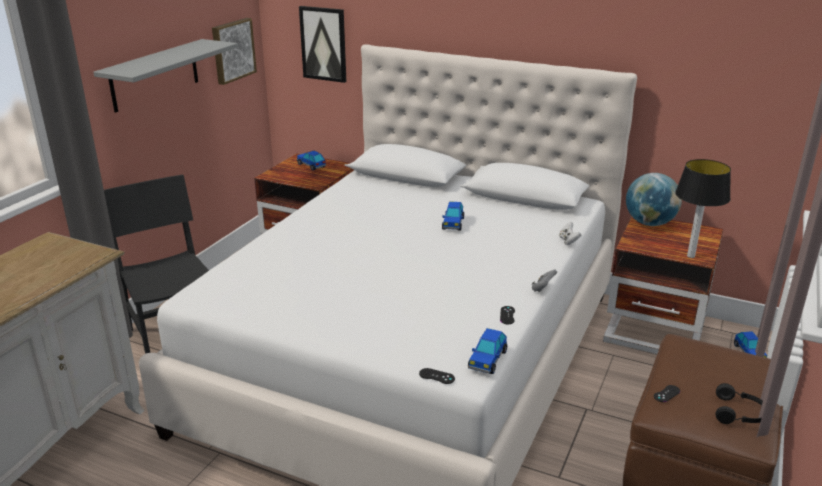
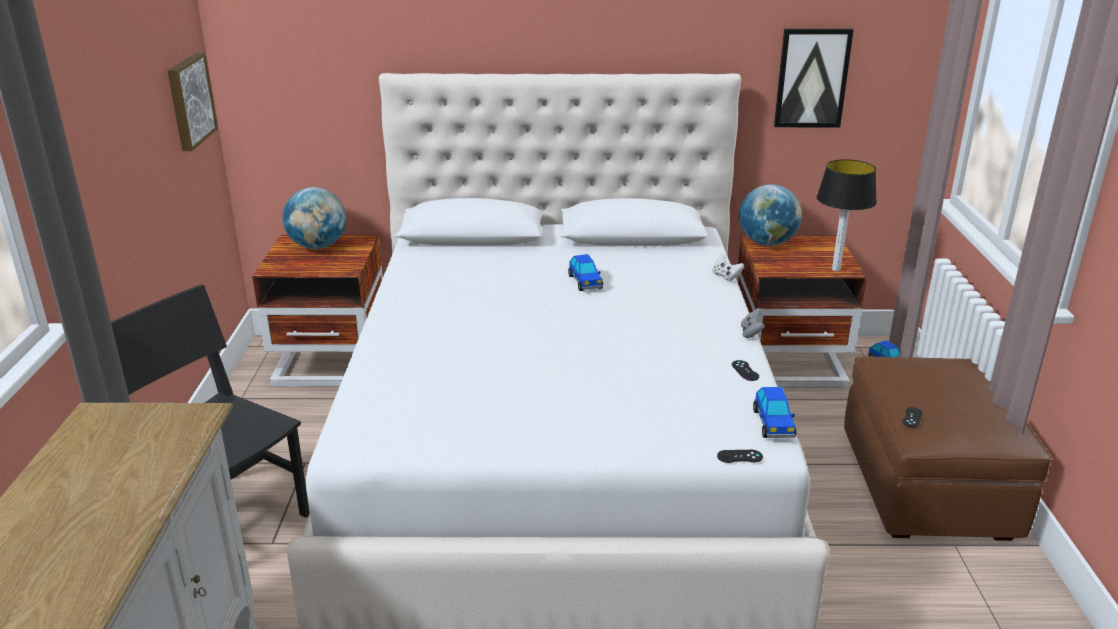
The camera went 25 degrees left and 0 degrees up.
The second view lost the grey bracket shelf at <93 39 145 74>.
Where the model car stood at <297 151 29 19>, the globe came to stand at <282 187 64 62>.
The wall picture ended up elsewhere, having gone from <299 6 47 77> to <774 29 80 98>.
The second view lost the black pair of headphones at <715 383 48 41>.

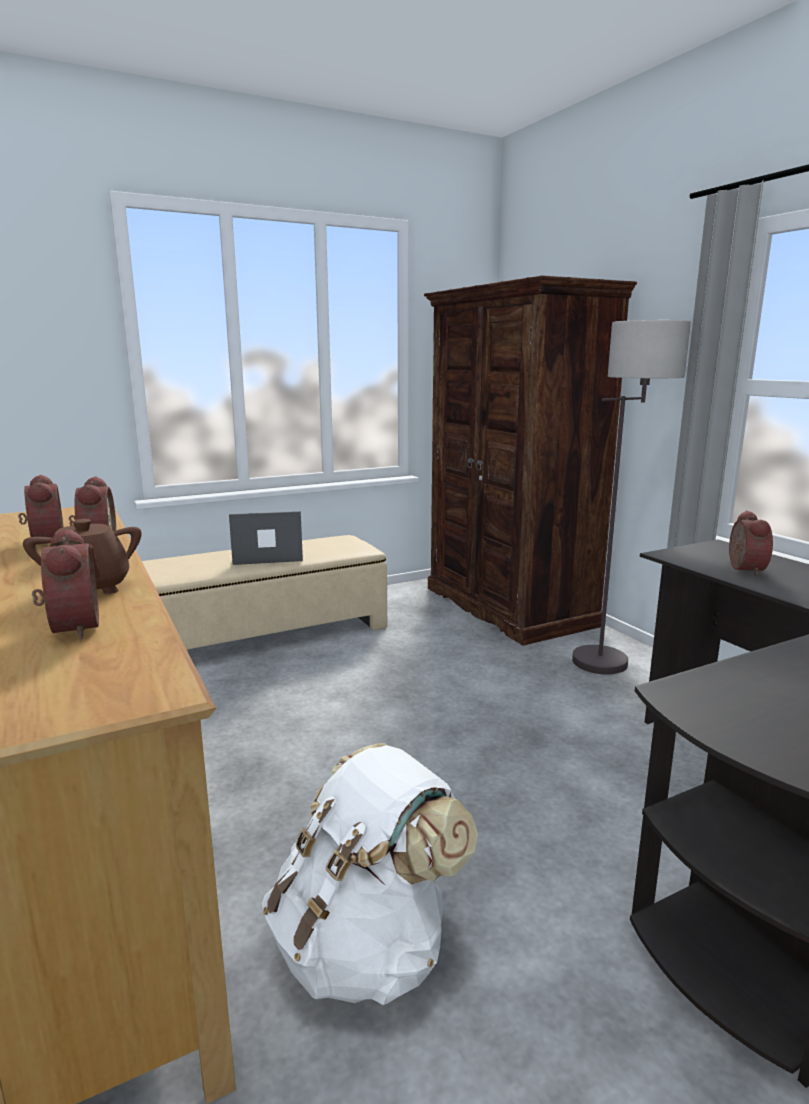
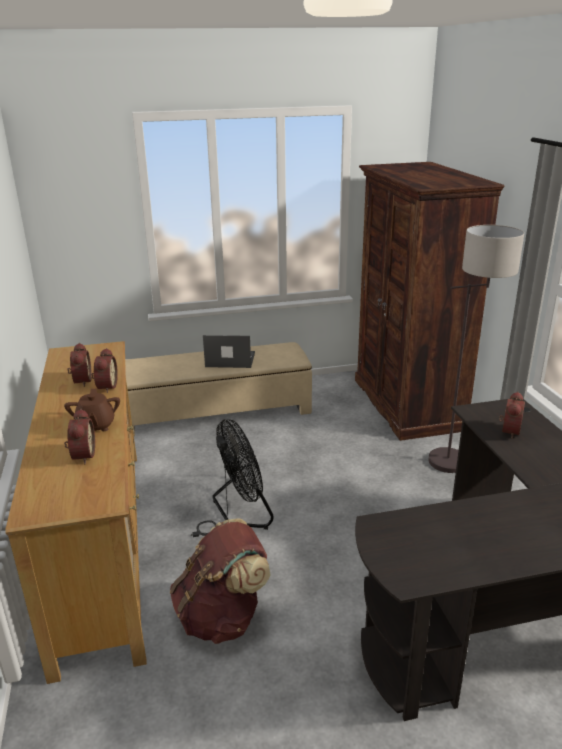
The camera went 15 degrees right and 10 degrees up.
What was the white knapsack at <262 743 216 262> turned into the brownish knapsack at <170 519 101 125>.
The second view gained the black cooling fan at <191 419 83 118>.

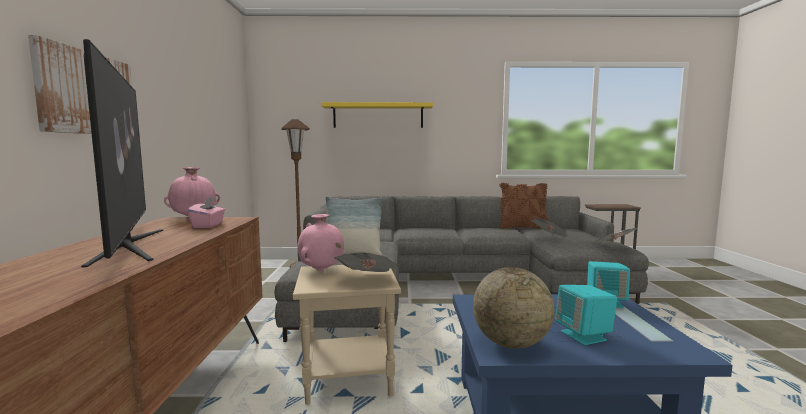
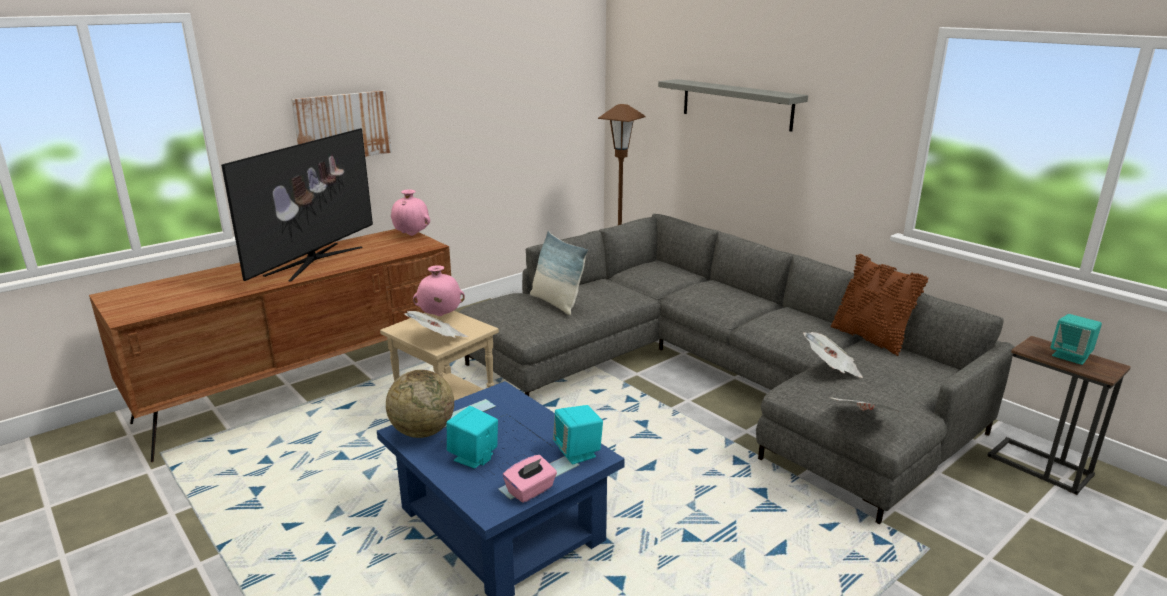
The camera went 50 degrees right and 15 degrees up.
The pink-coloured tissue box ended up elsewhere, having gone from <188 197 37 31> to <503 455 54 48>.
What was the yellow bracket shelf at <321 102 112 26> turned into the grey bracket shelf at <658 79 150 53>.
The second view gained the turquoise-coloured loudspeaker at <1051 314 51 51>.

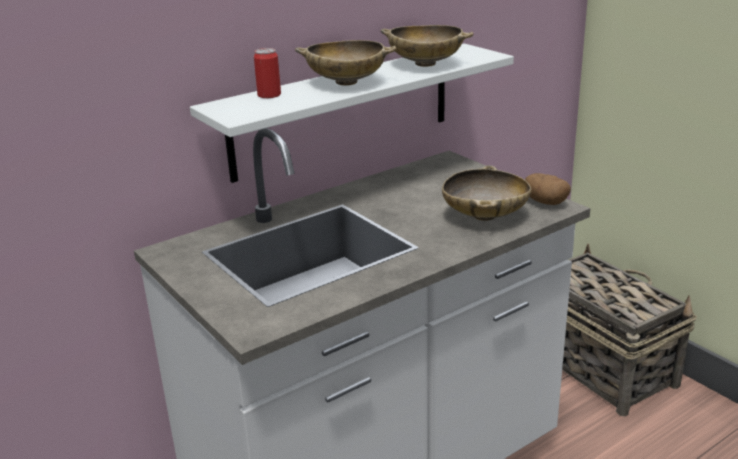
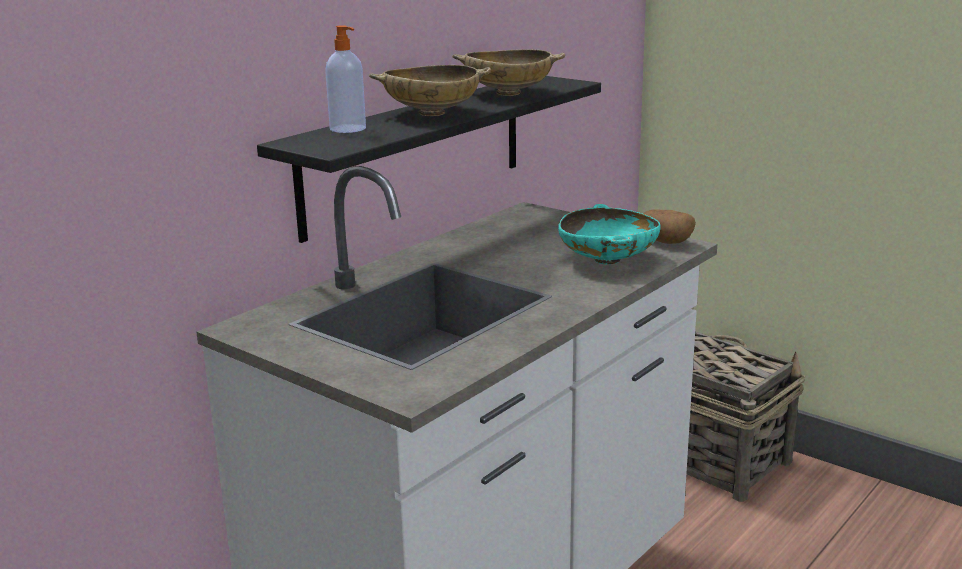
The camera went 15 degrees left and 5 degrees down.
What was the white bracket shelf at <190 43 324 140> turned into the black bracket shelf at <257 76 344 167>.
Where the sealed can stood at <254 48 27 50>, the soap dispenser came to stand at <325 25 41 108>.
What was the beige-coloured serving bowl at <442 165 89 56> turned into the turquoise-coloured serving bowl at <558 204 103 61>.

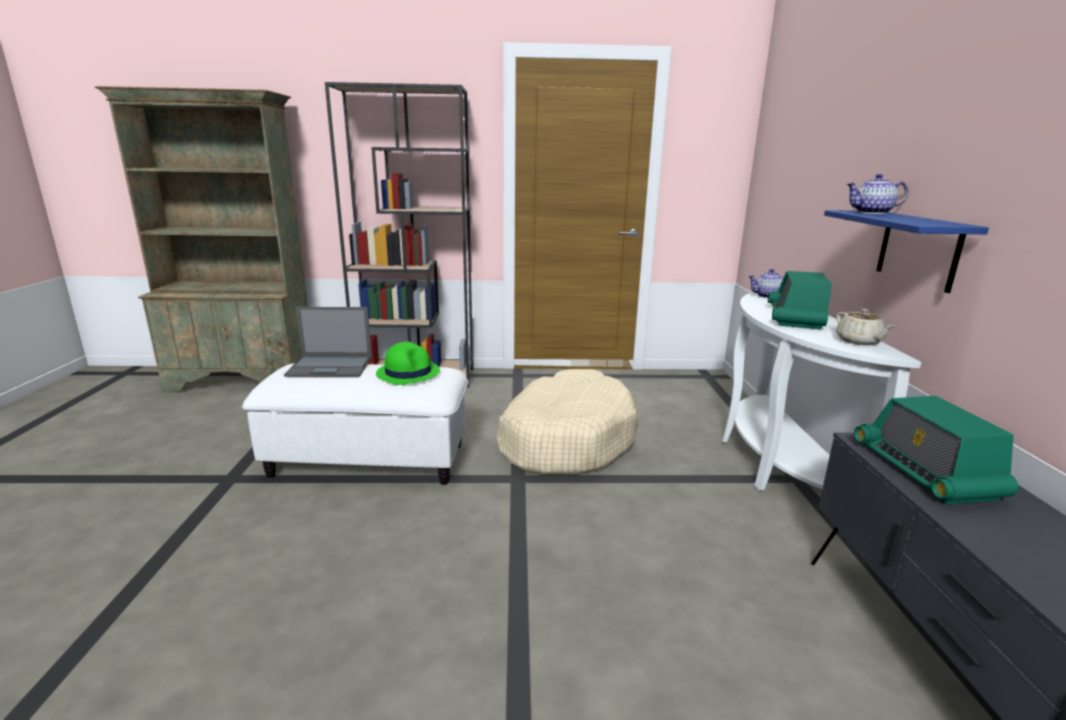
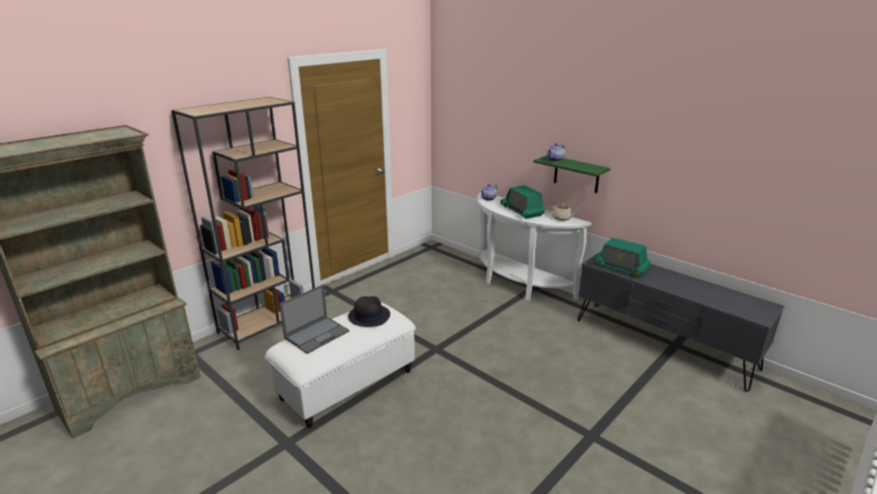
The camera went 45 degrees left and 5 degrees up.
What was the greenish hat at <376 341 64 44> turned into the black hat at <348 296 42 31>.
The second view lost the beige-coloured dog cushion at <496 369 142 105>.
What was the blue bracket shelf at <824 210 165 83> turned into the greenish bracket shelf at <533 155 77 38>.

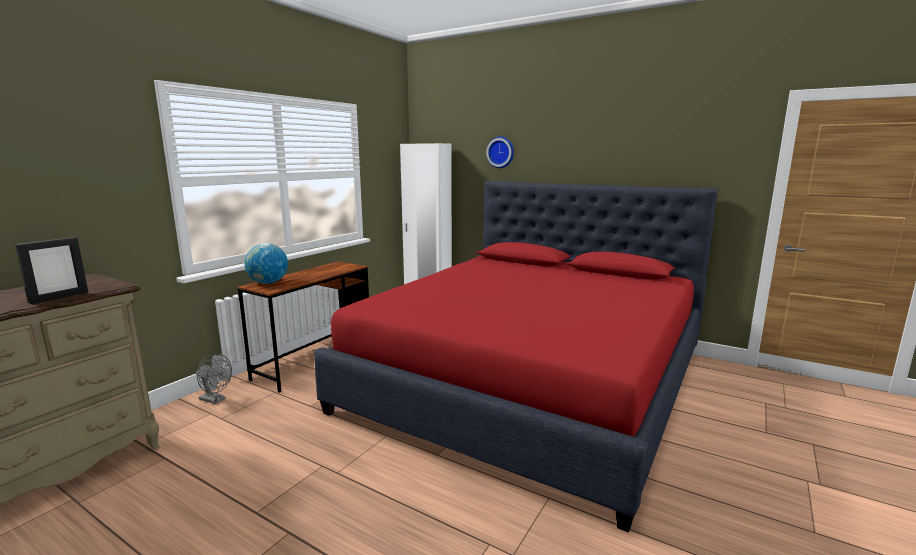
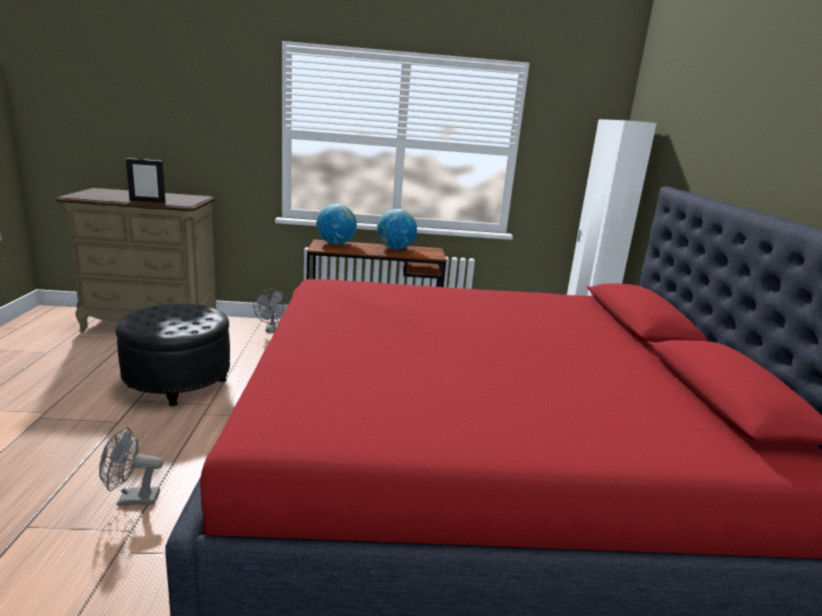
The camera went 55 degrees right and 5 degrees up.
The second view lost the wall clock at <486 137 28 31>.
The second view gained the grey cooling fan at <99 427 64 79>.
The second view gained the black ottoman at <115 304 115 102>.
The second view gained the globe at <377 209 40 41>.

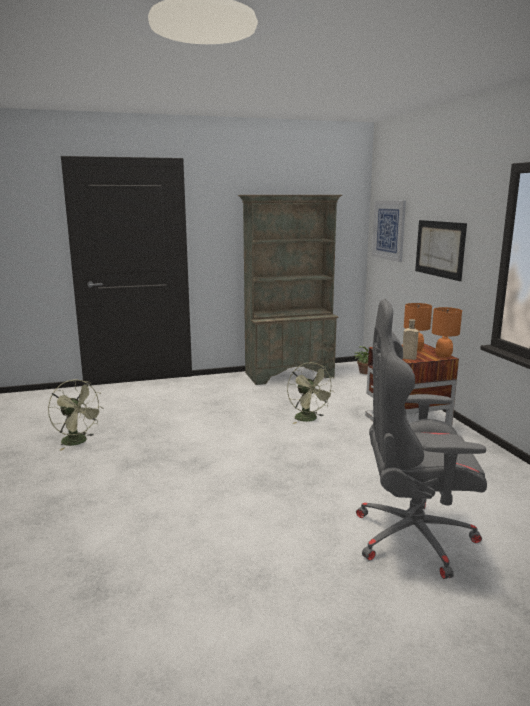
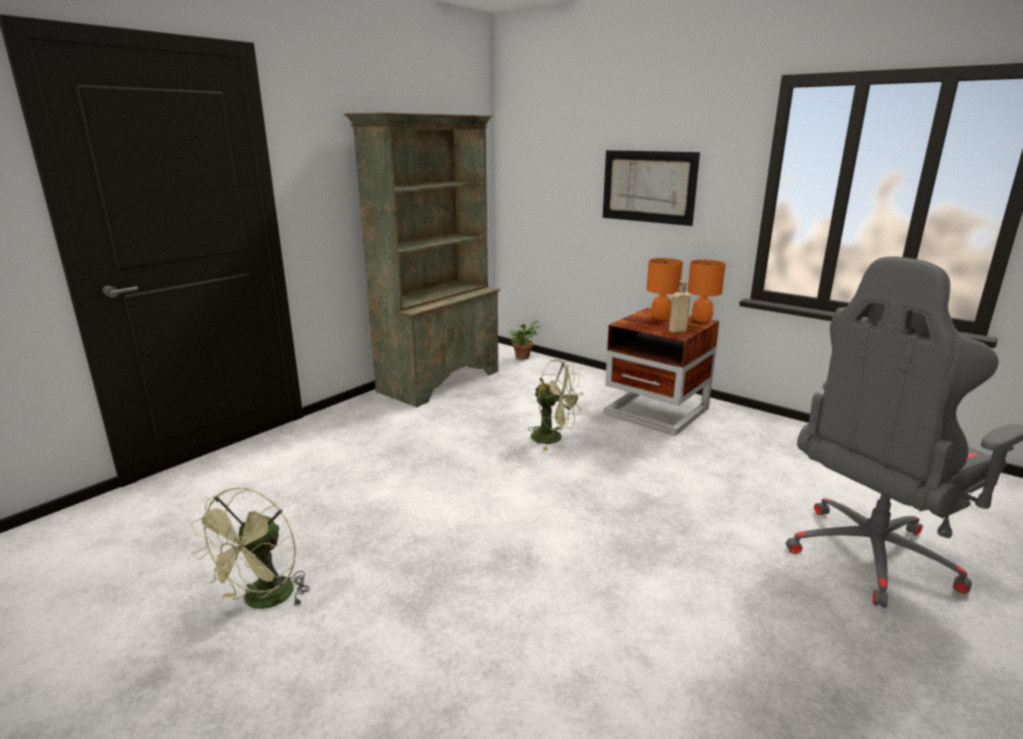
The camera went 35 degrees left and 5 degrees up.
The greenish cooling fan at <48 380 56 71> ended up facing another way, 105 degrees clockwise from before.
The second view lost the wall picture at <372 200 34 62>.

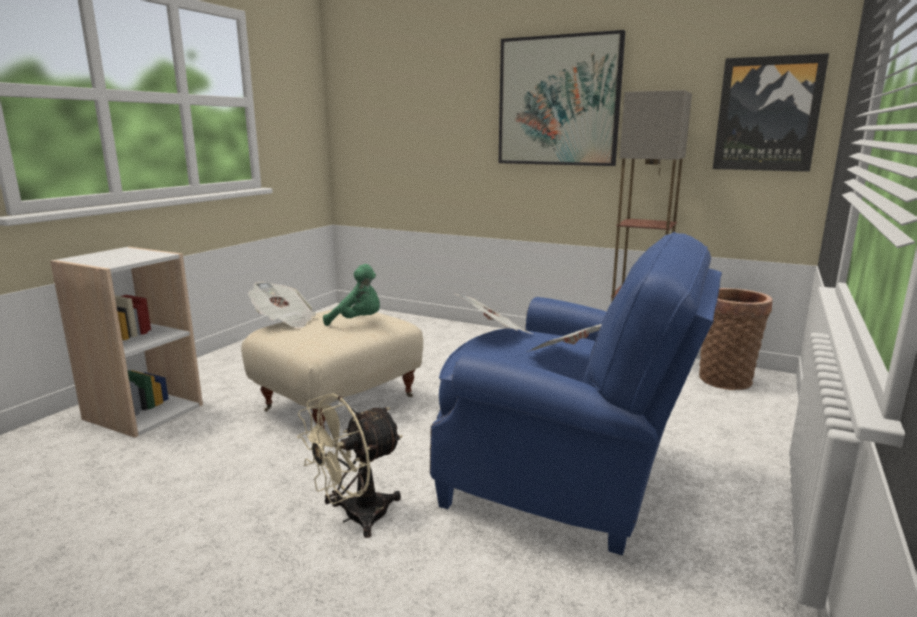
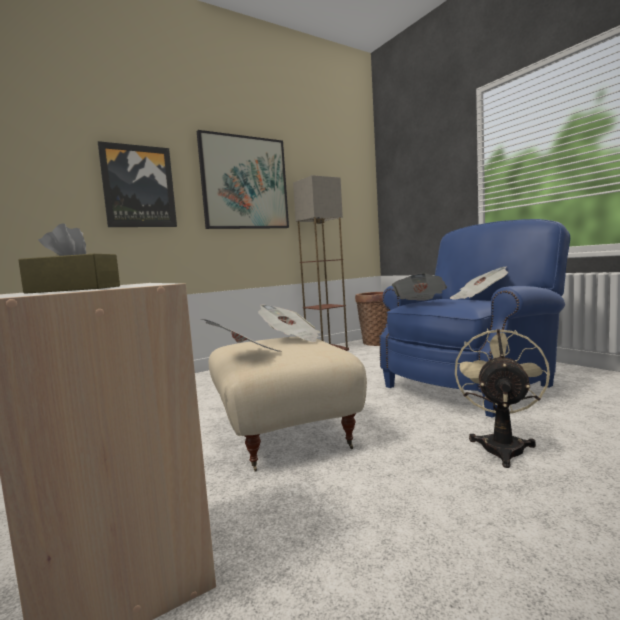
The camera went 60 degrees left and 10 degrees down.
The beige-coloured cooling fan at <297 393 106 145> ended up facing another way, 150 degrees counterclockwise from before.
Where the greenish cuddly toy stood at <323 264 57 62>, the daily paper came to stand at <258 305 62 37>.
The wall picture ended up elsewhere, having gone from <713 53 116 119> to <98 141 79 86>.
The second view gained the brownish tissue box at <18 224 102 70>.

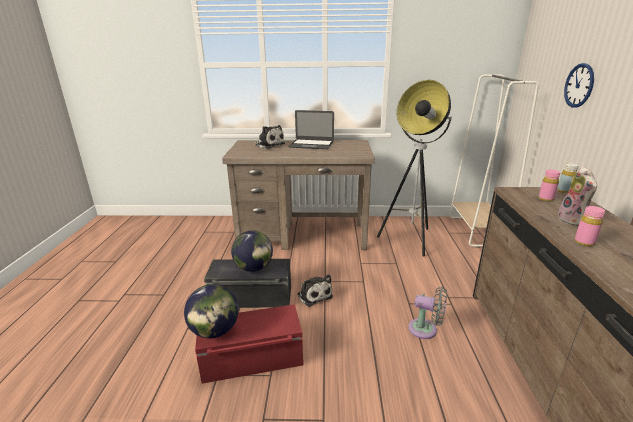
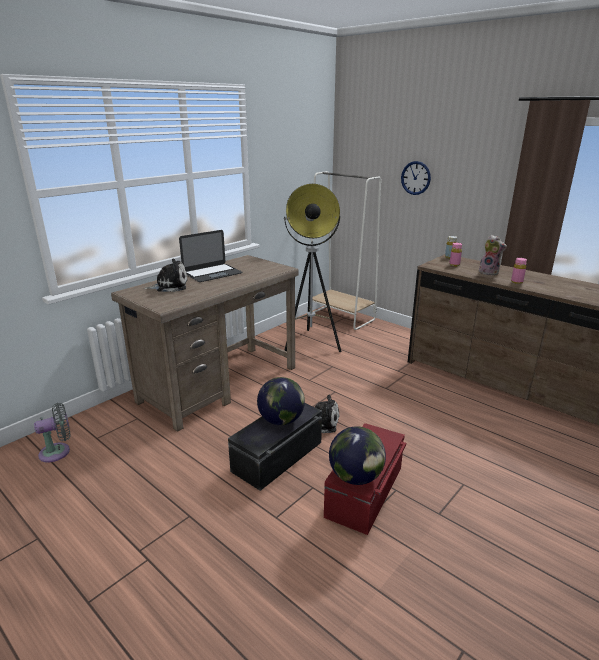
The camera went 50 degrees left and 0 degrees up.
The grey cooling fan ended up elsewhere, having gone from <408 287 39 52> to <34 403 37 60>.

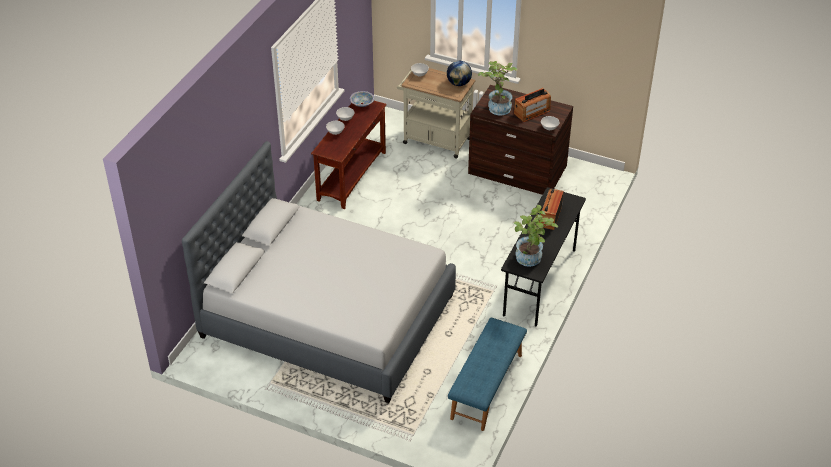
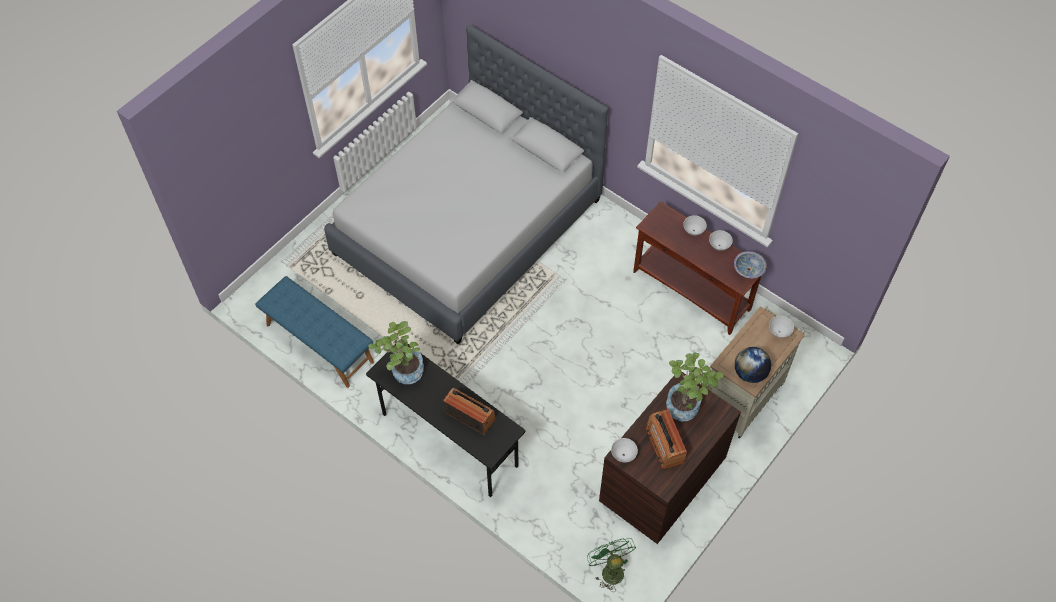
The camera went 105 degrees right and 15 degrees up.
The second view gained the greenish cooling fan at <587 538 49 54>.

